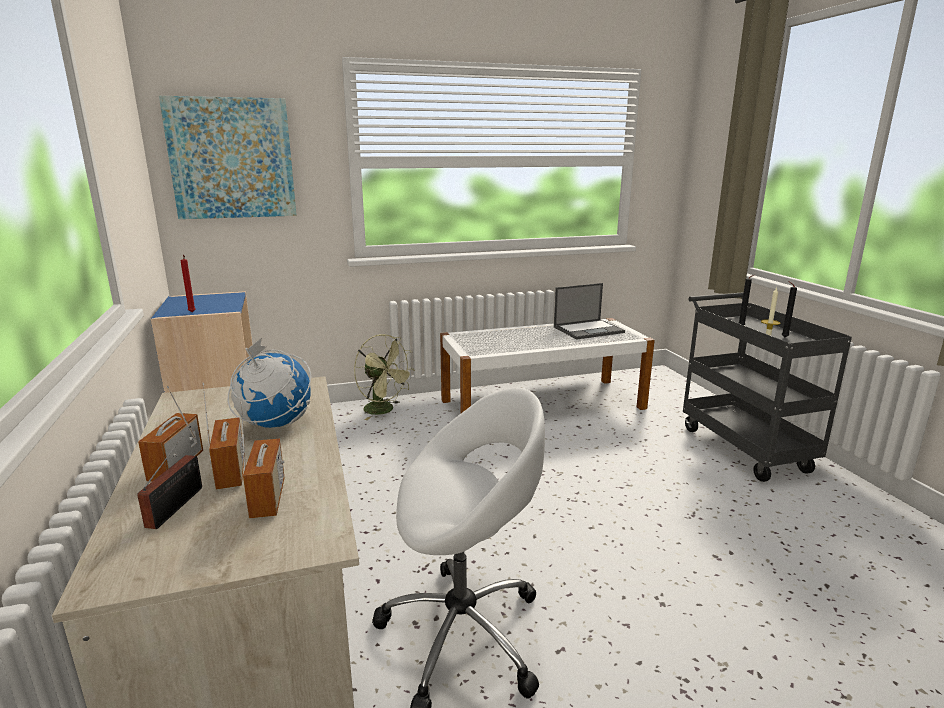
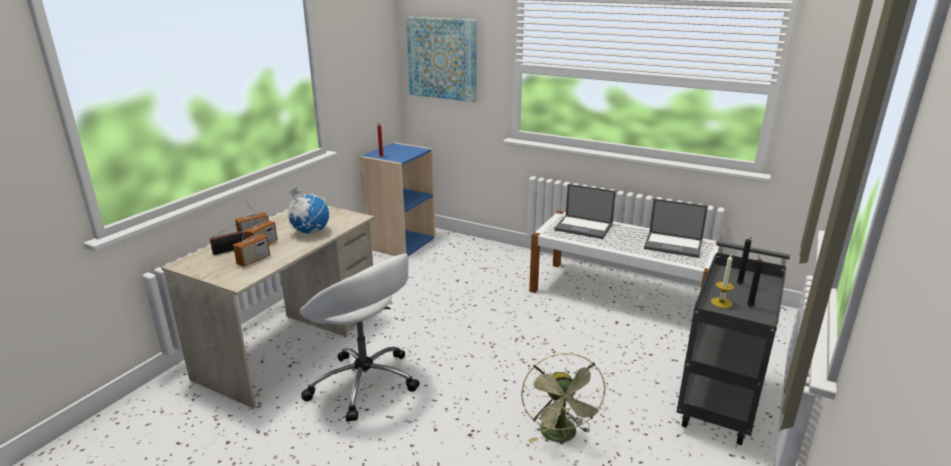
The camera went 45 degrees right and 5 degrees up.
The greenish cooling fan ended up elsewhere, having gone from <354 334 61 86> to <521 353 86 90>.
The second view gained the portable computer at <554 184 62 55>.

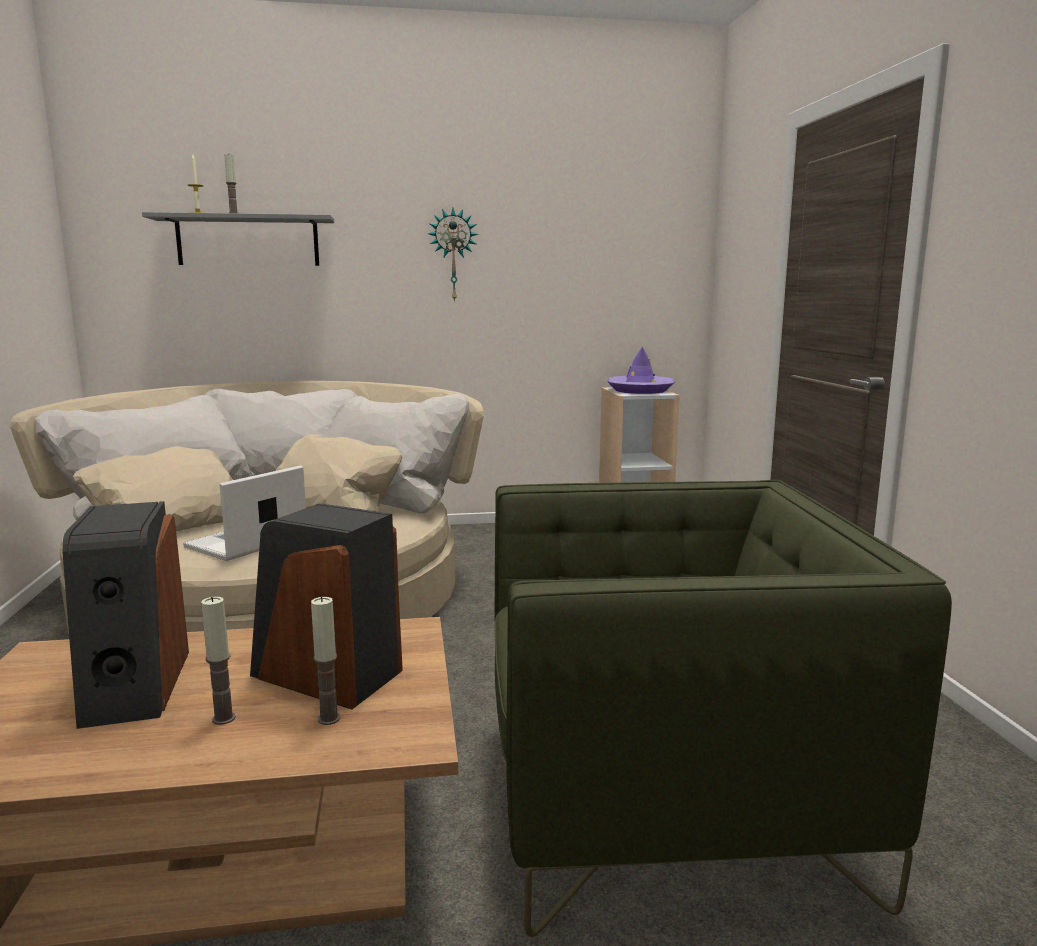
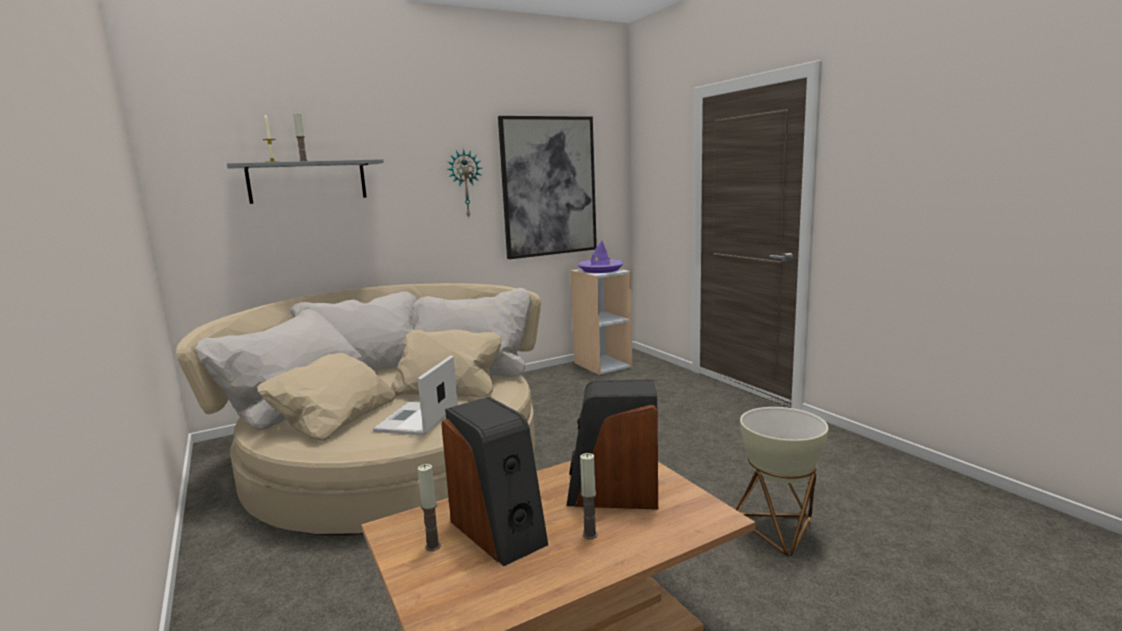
The camera went 20 degrees left and 0 degrees up.
The candle ended up elsewhere, having gone from <311 596 29 129> to <417 464 24 87>.
Where the greenish armchair stood at <495 480 457 459>, the plant pot came to stand at <735 407 94 149>.
The second view gained the wall picture at <498 116 99 143>.

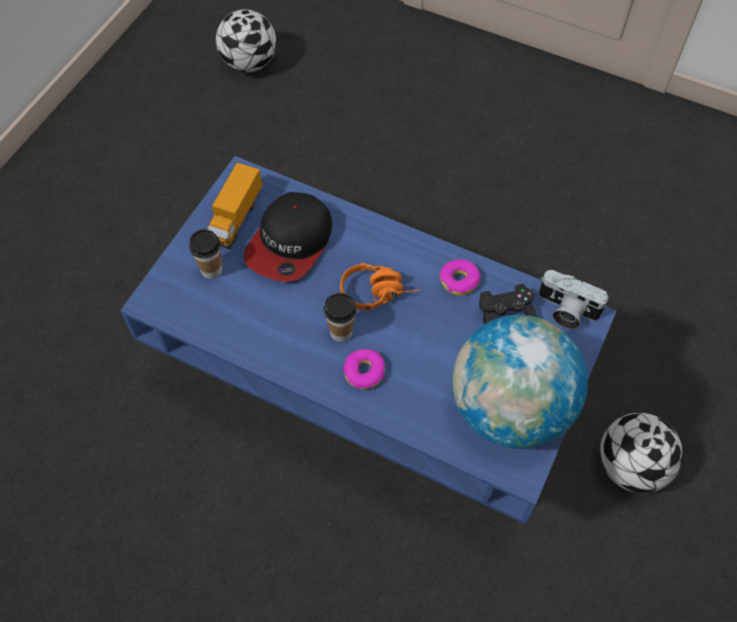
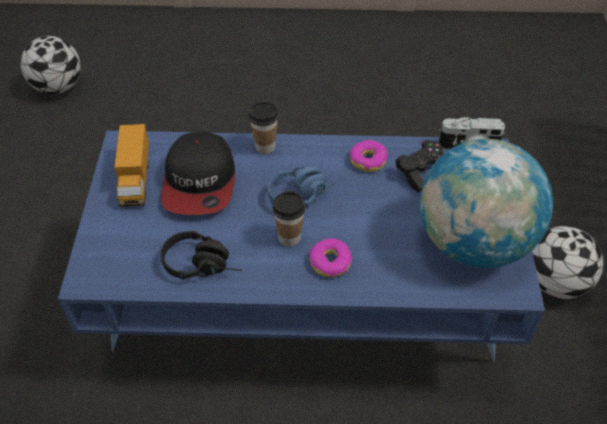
The camera went 25 degrees left and 10 degrees down.
The cup ended up elsewhere, having gone from <189 229 33 50> to <249 102 29 52>.
What was the orangey pair of headphones at <340 263 80 48> turned into the blue pair of headphones at <268 166 75 43>.
The second view gained the black pair of headphones at <161 231 81 49>.

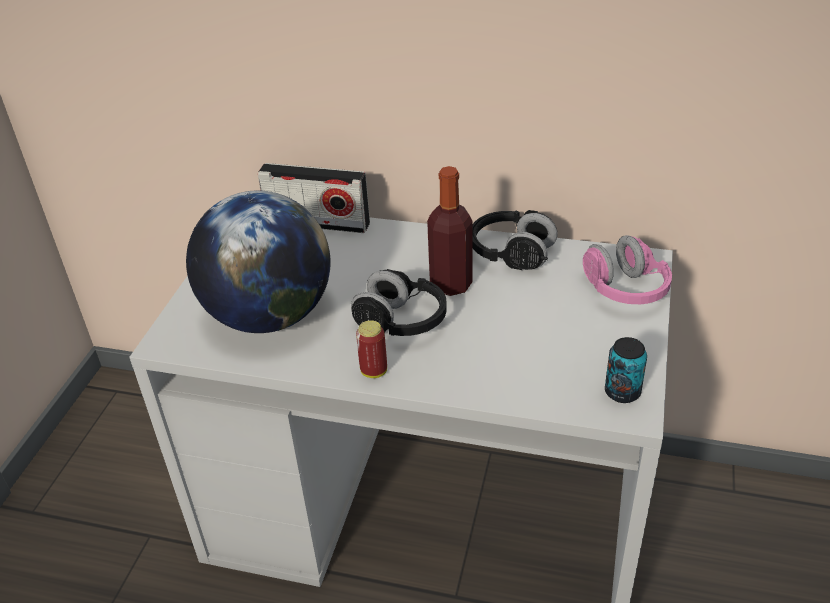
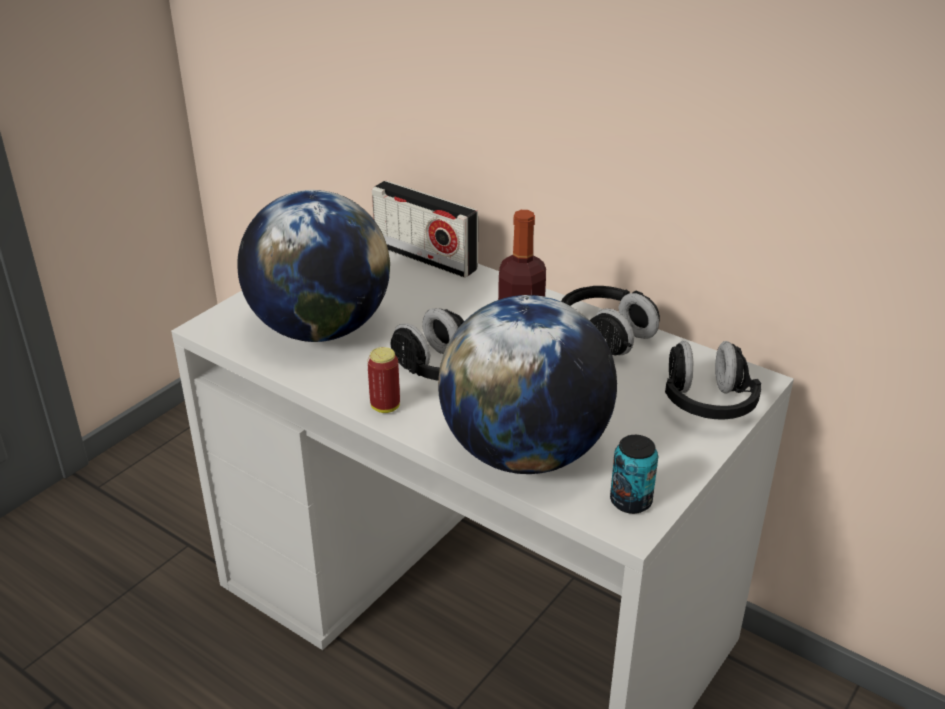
The camera went 20 degrees right and 5 degrees down.
What was the pink-coloured pair of headphones at <583 235 89 69> turned into the black pair of headphones at <665 341 96 79>.
The second view gained the globe at <438 295 179 179>.

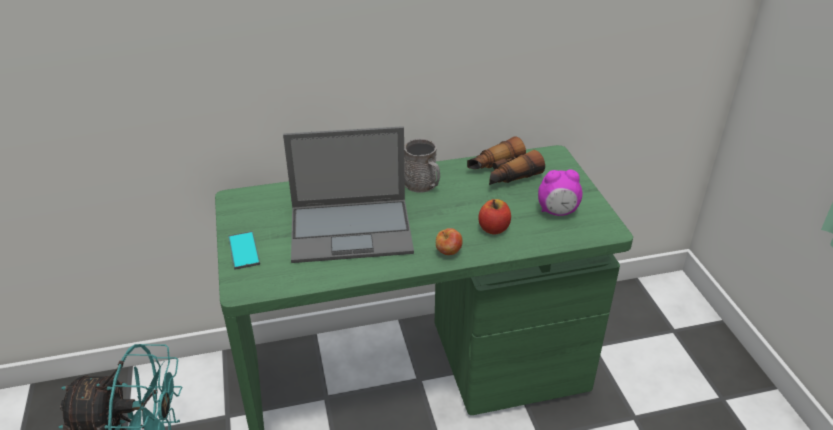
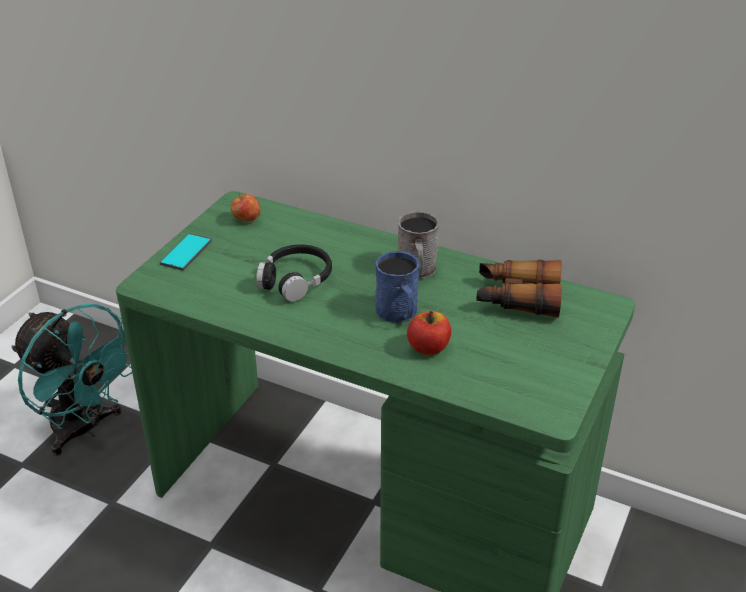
The camera went 40 degrees right and 0 degrees up.
Where the portable computer stood at <283 126 131 137>, the black pair of headphones came to stand at <256 244 76 58>.
The apple ended up elsewhere, having gone from <436 228 27 27> to <231 193 30 29>.
The second view lost the table clock at <538 170 44 46>.
The second view gained the blue mug at <375 251 44 72>.

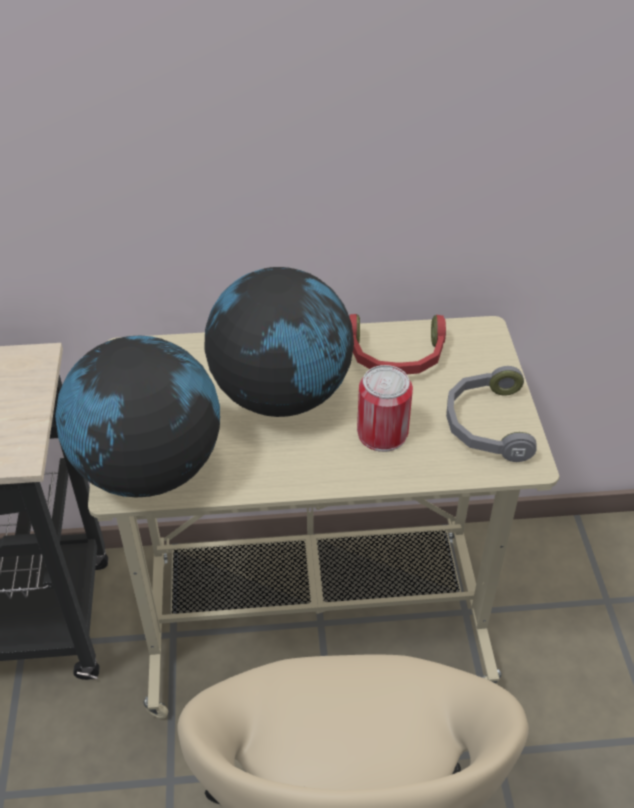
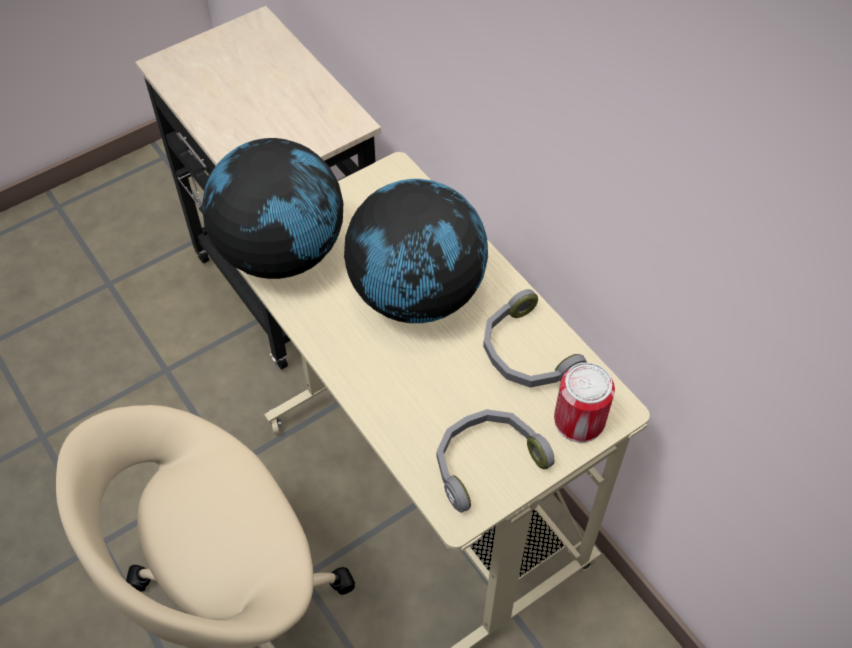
The camera went 60 degrees right and 10 degrees up.
What was the reddish pair of headphones at <349 314 97 60> turned into the grey pair of headphones at <483 289 104 99>.
The sealed can ended up elsewhere, having gone from <357 365 56 87> to <554 362 61 81>.

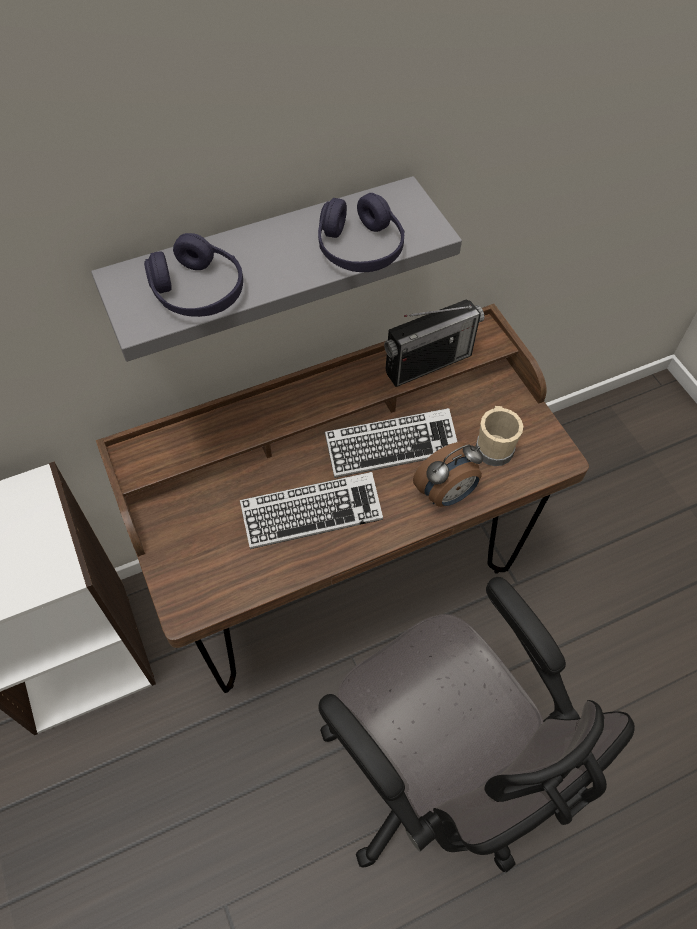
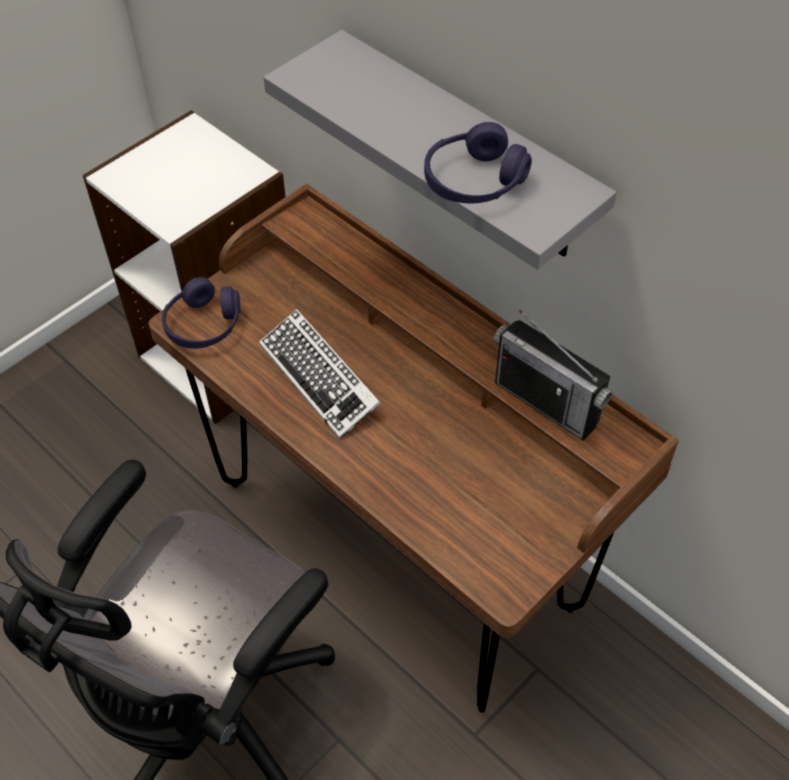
The camera went 70 degrees right and 5 degrees down.
The purple pair of headphones ended up elsewhere, having gone from <144 233 99 84> to <162 277 79 72>.
The second view lost the keyboard at <325 408 132 70>.
The second view lost the table clock at <413 442 71 65>.
The second view lost the beige-coloured mug at <475 406 48 60>.

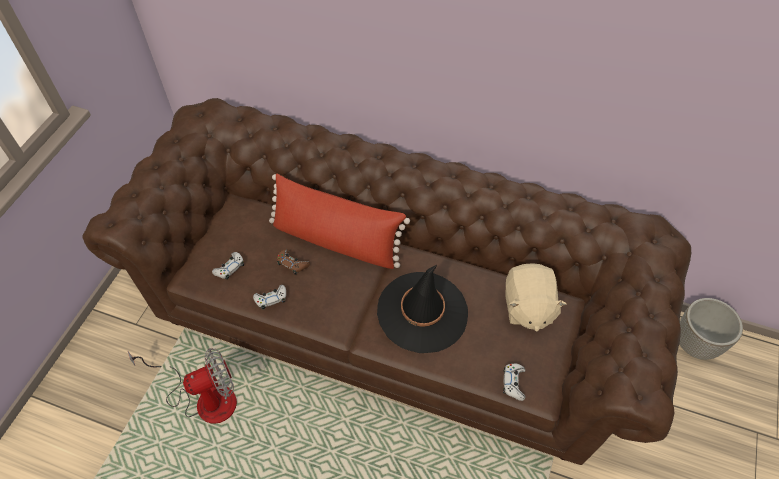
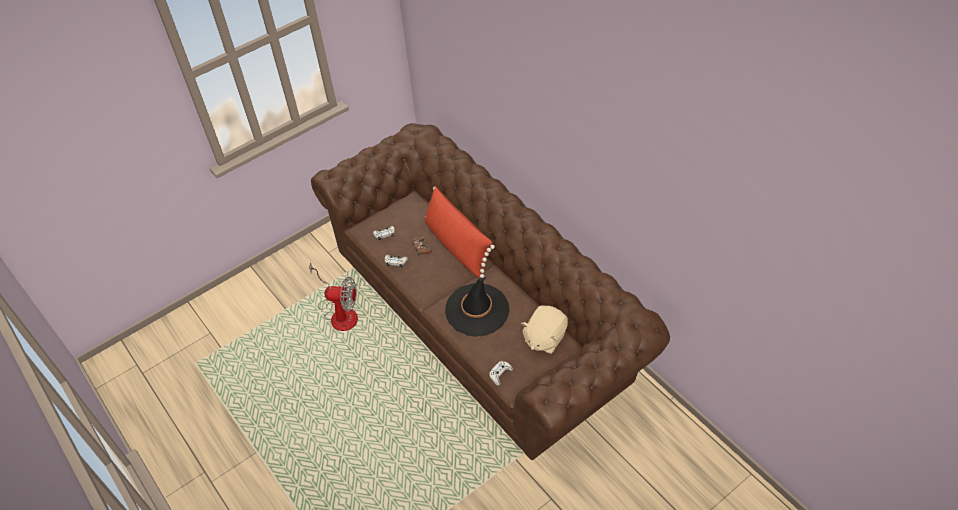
The camera went 35 degrees right and 5 degrees down.
The second view lost the plant pot at <679 298 64 62>.

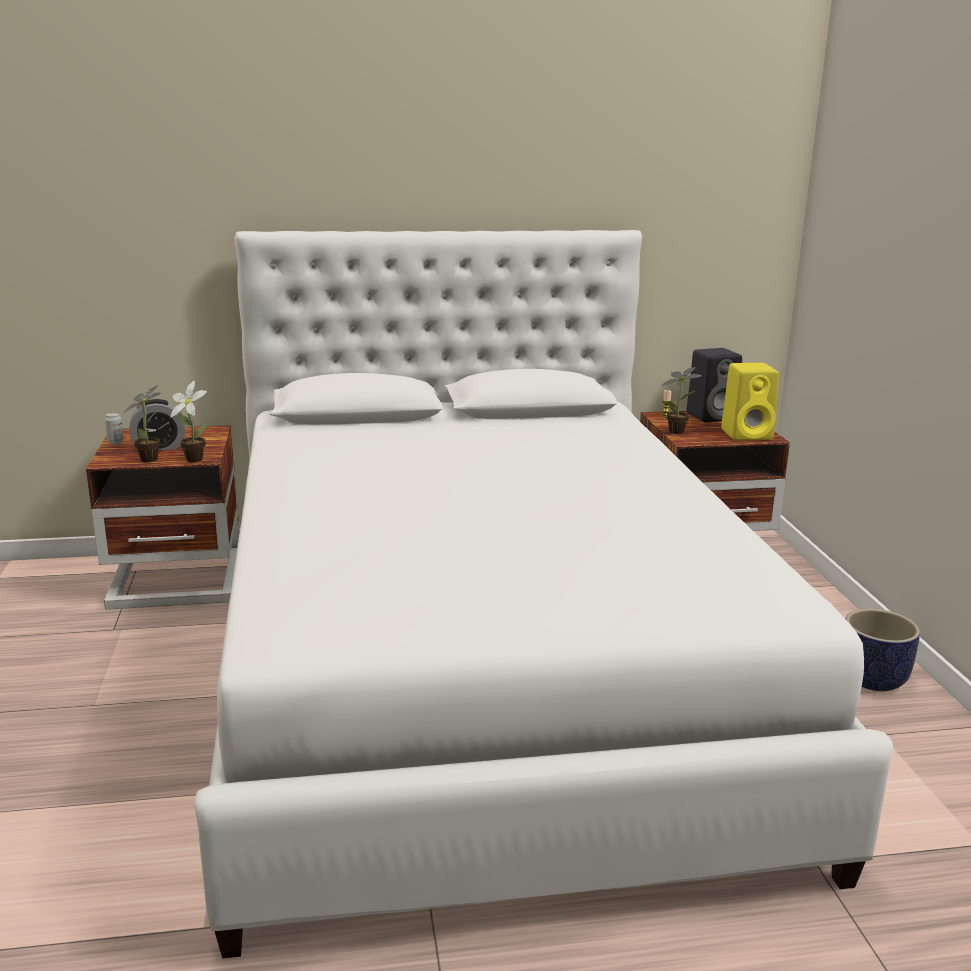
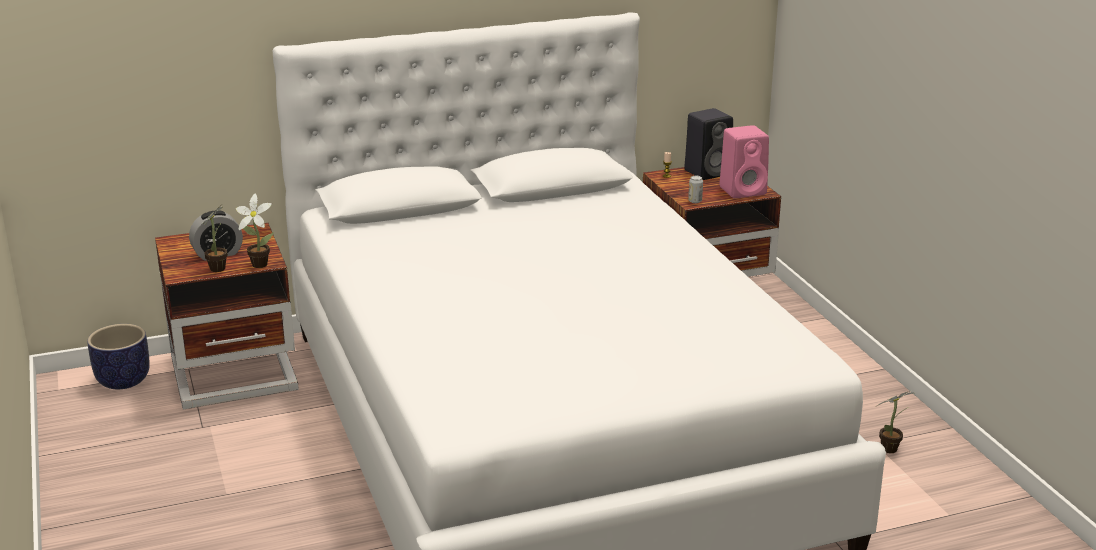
The camera went 10 degrees left and 5 degrees up.
The sealed can ended up elsewhere, having gone from <105 413 19 32> to <688 176 15 27>.
The plant in a pot ended up elsewhere, having gone from <662 367 39 67> to <877 391 36 62>.
What was the yellow loudspeaker at <721 363 58 78> turned into the pink-coloured loudspeaker at <719 125 50 74>.
The plant pot ended up elsewhere, having gone from <846 608 74 83> to <87 324 63 65>.

